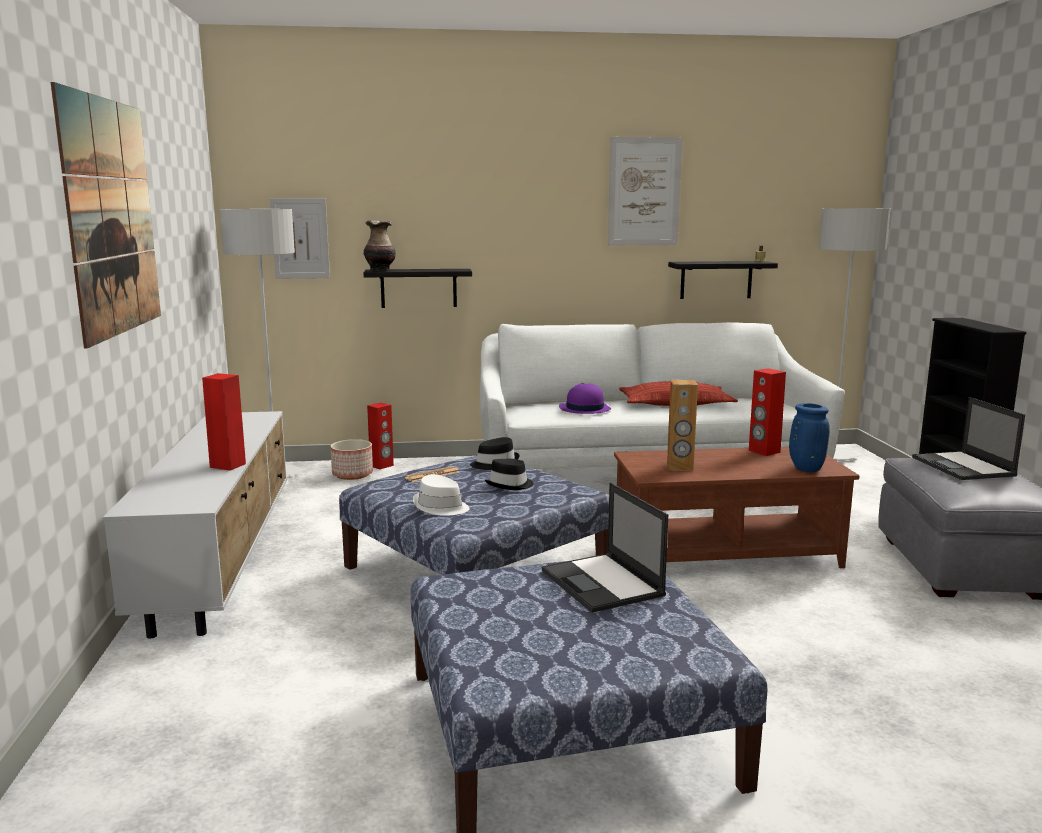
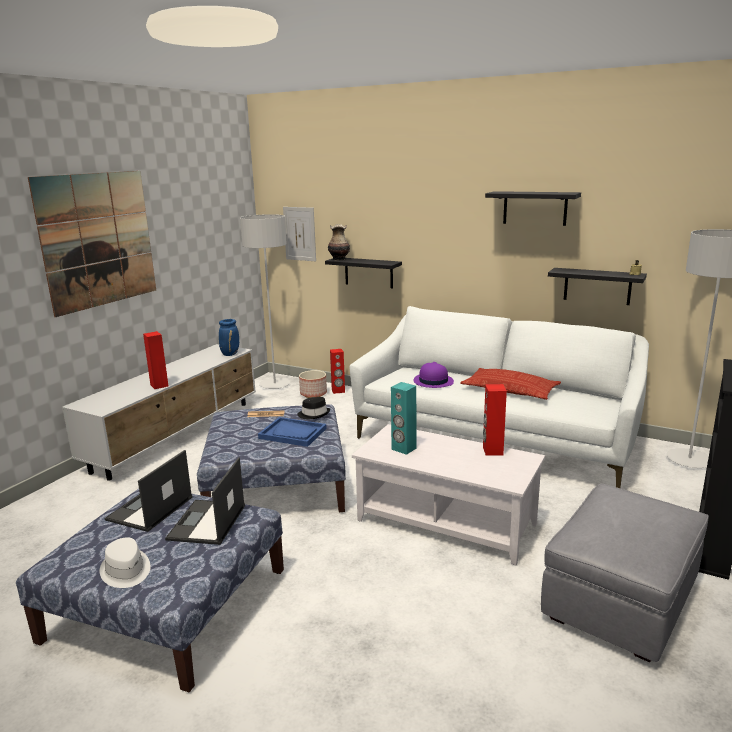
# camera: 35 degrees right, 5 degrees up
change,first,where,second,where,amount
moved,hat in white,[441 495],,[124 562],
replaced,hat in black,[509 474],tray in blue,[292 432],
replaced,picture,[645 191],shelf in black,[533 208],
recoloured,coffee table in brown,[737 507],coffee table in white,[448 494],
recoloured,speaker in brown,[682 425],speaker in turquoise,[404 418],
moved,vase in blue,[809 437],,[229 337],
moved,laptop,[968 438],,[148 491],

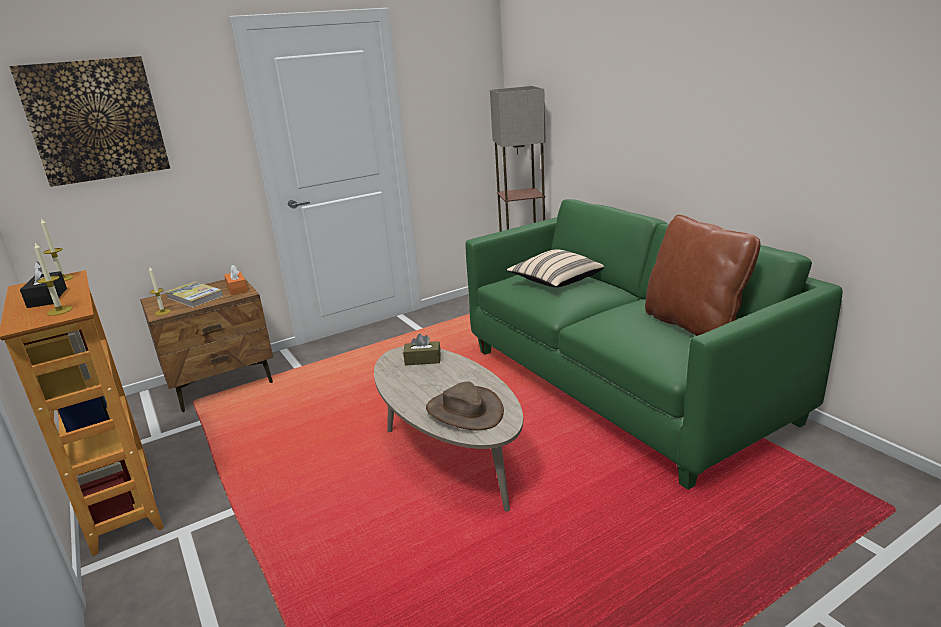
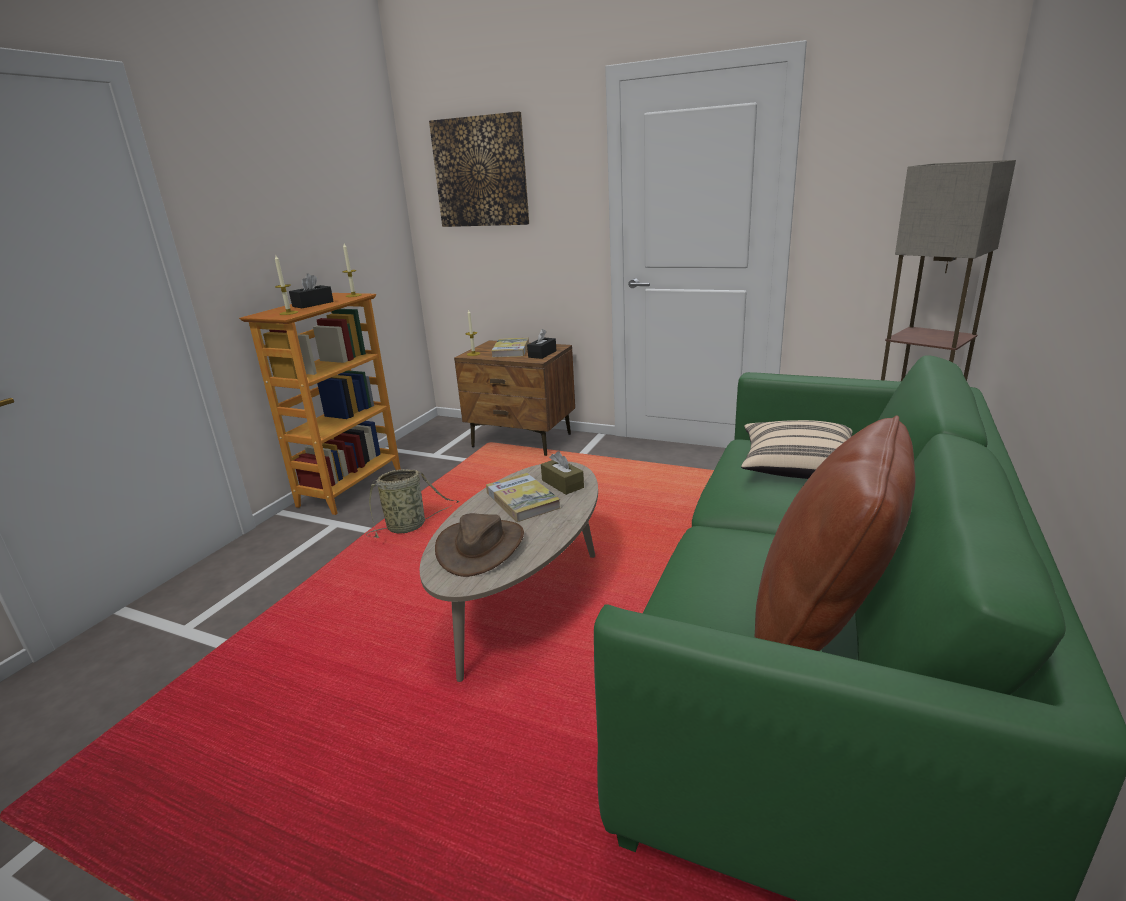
# camera: 55 degrees right, 0 degrees up
change,first,where,second,where,amount
recoloured,tissue box in orange,[236 280],tissue box in black,[541 344],
added,,,basket,[413 503],
added,,,book,[523 497],

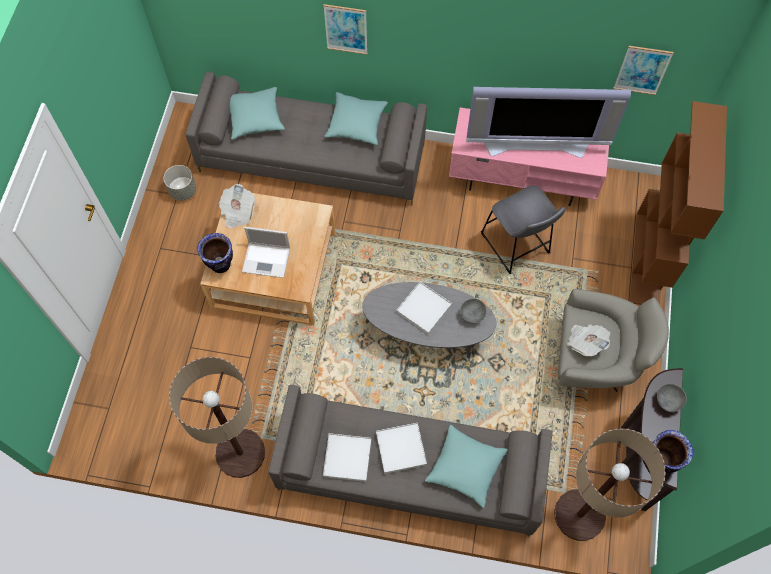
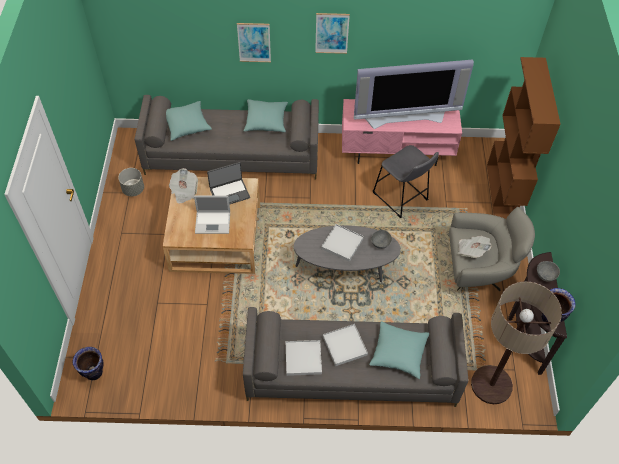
# camera: 10 degrees left, 10 degrees down
change,first,where,second,where,amount
removed,floor lamp,[217 417],,,
moved,vase,[215 253],,[88 363],
moved,picture,[644 70],,[332 33],
added,,,laptop,[228 183],

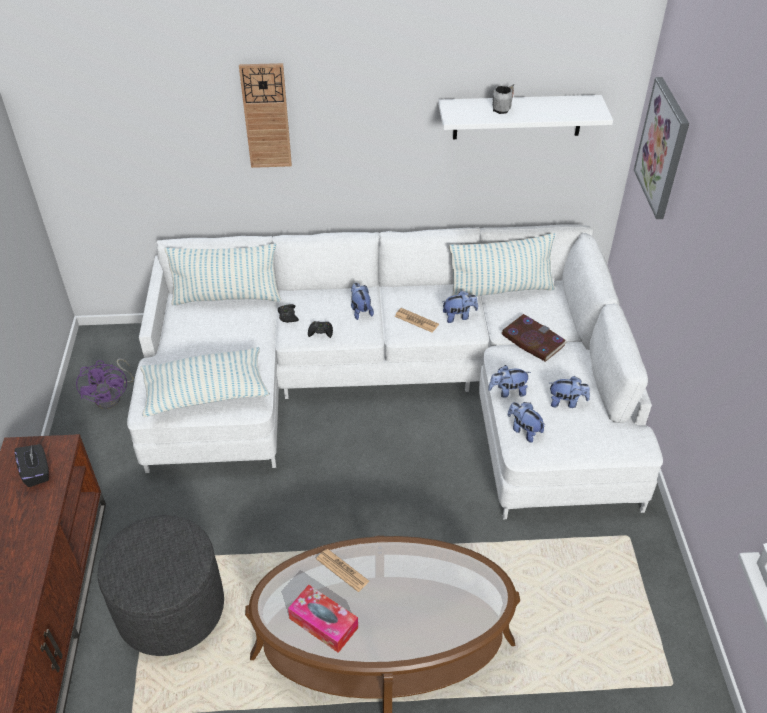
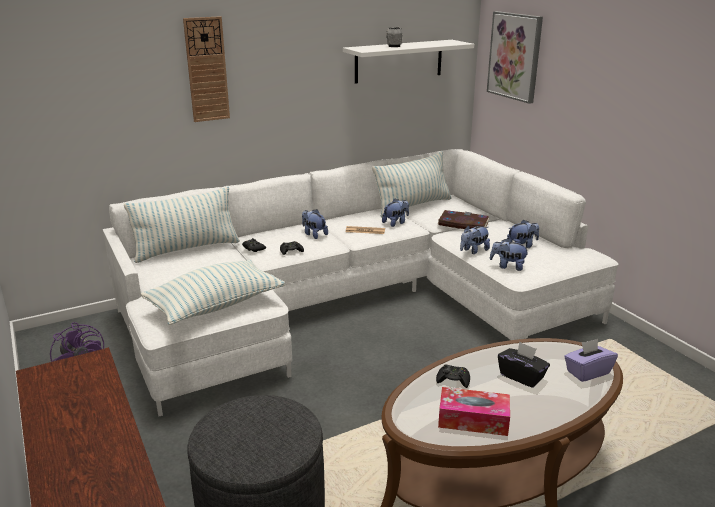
# camera: 25 degrees left, 20 degrees down
change,first,where,second,where,amount
moved,tissue box in black,[32 465],,[524 364],
replaced,newspaper,[342 570],game controller in black,[453 376],
added,,,tissue box in purple,[591 360],

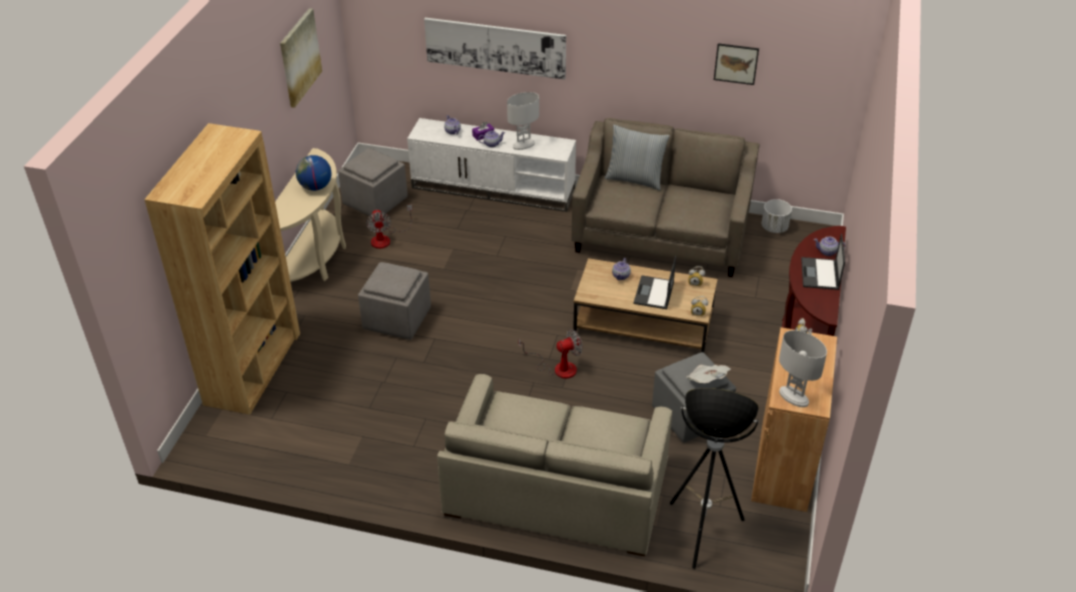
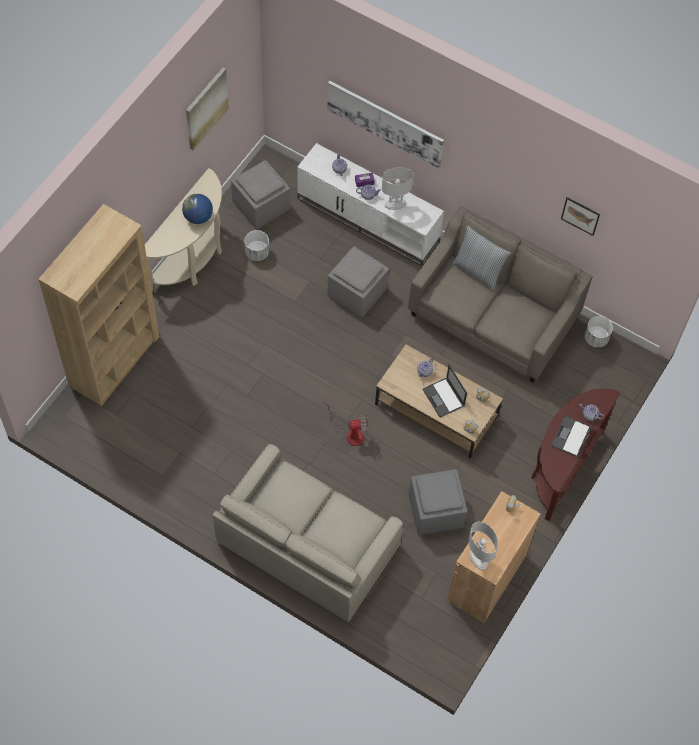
# camera: 15 degrees right, 20 degrees up
change,first,where,second,where,amount
moved,ottoman in grey,[394 301],,[358 281],
replaced,fan,[389 226],planter in white,[257 245],
turned,laptop,[654 282],,[444 391],60 degrees counterclockwise
removed,floor lamp,[714 478],,,
removed,newspaper,[709 374],,,

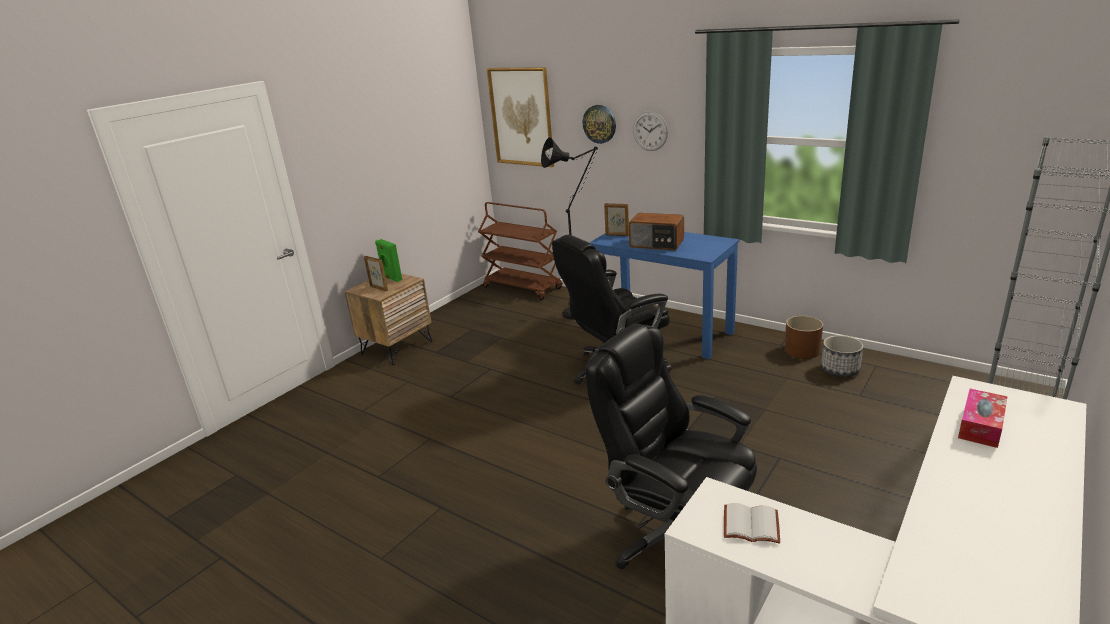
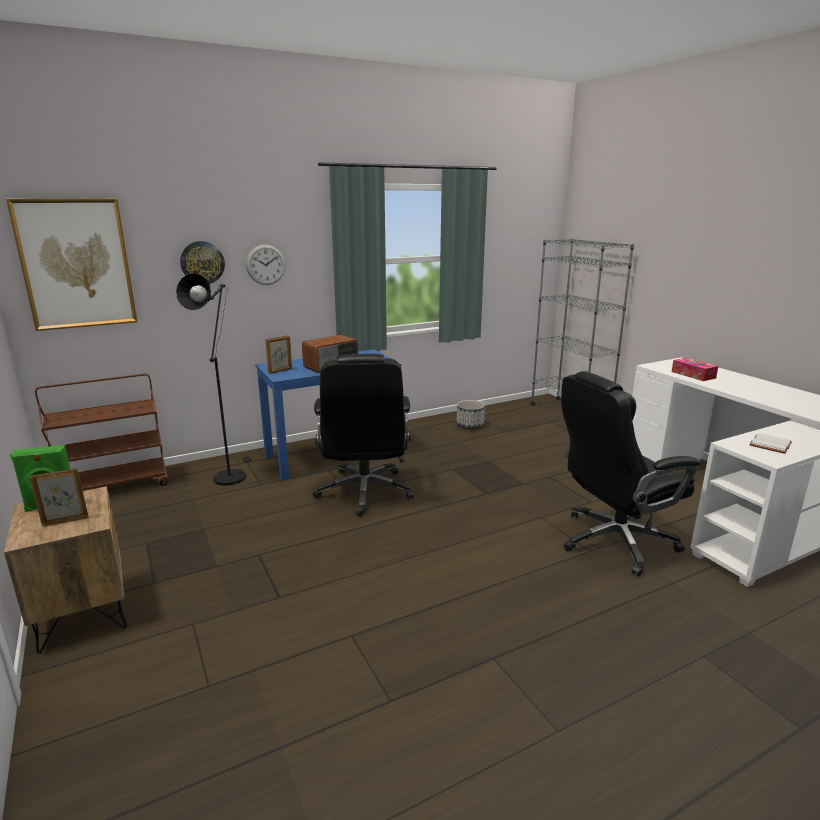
# camera: 65 degrees left, 5 degrees down
change,first,where,second,where,amount
removed,planter in brown,[804 337],,,

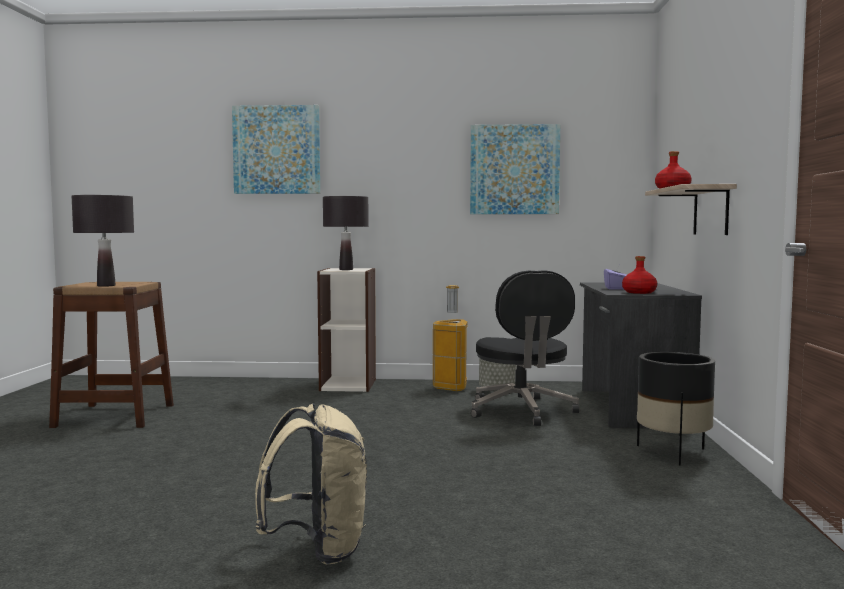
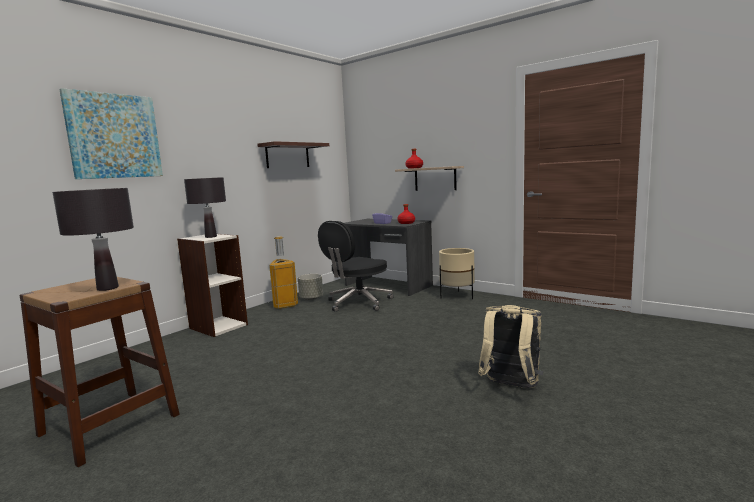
# camera: 55 degrees left, 5 degrees up
change,first,where,second,where,amount
replaced,picture,[515 169],shelf,[293 154],
turned,office chair in black,[525 348],,[355 266],105 degrees clockwise
recoloured,planter in black,[676 408],planter in beige,[457 273],

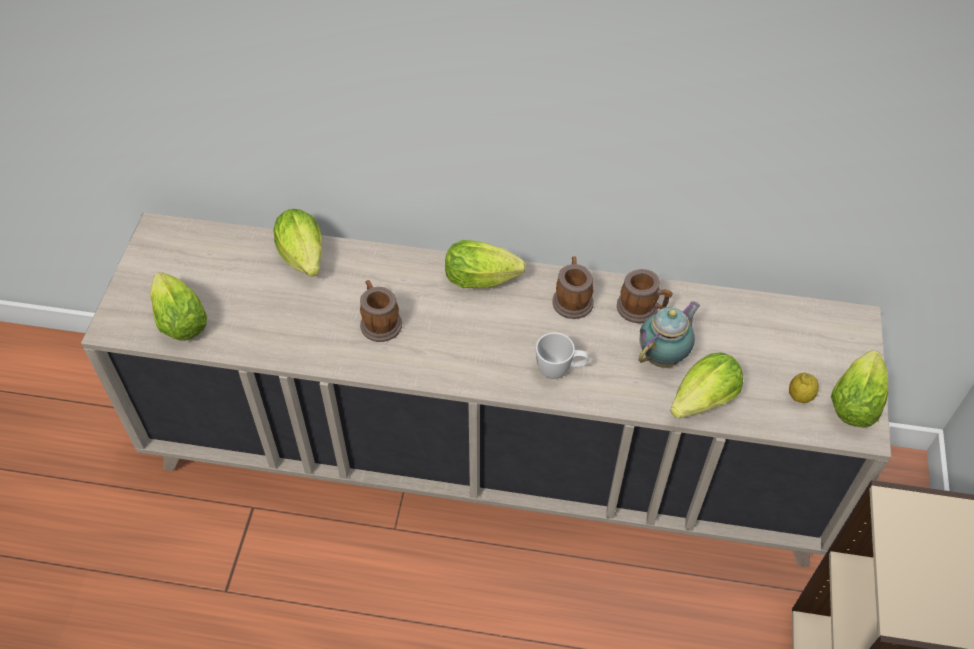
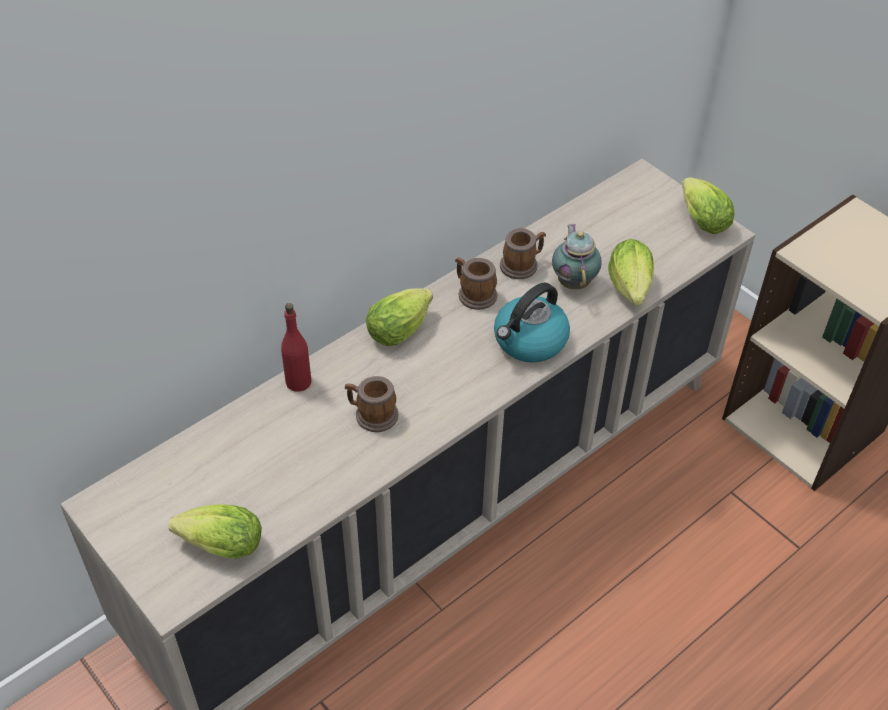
# camera: 50 degrees left, 5 degrees down
change,first,where,second,where,amount
removed,lettuce,[297 243],,,
replaced,mug in white,[562 355],kettle,[532 323],
removed,lemon,[804 387],,,
added,,,bottle in red,[296 347],

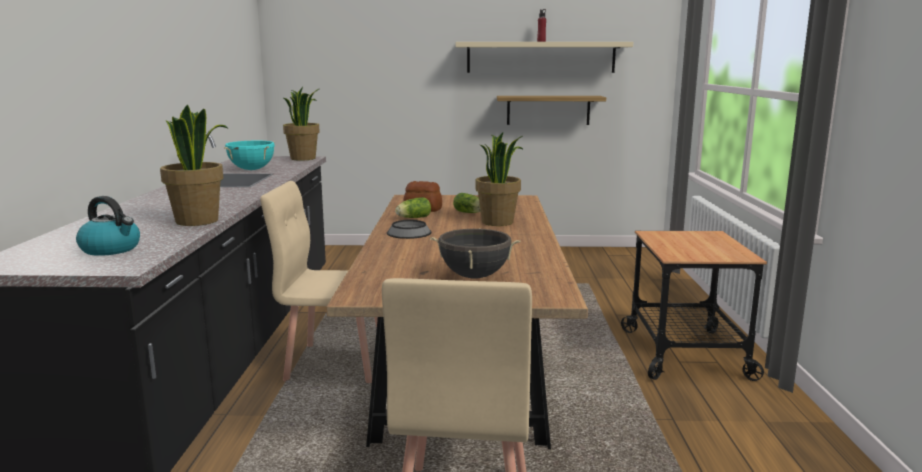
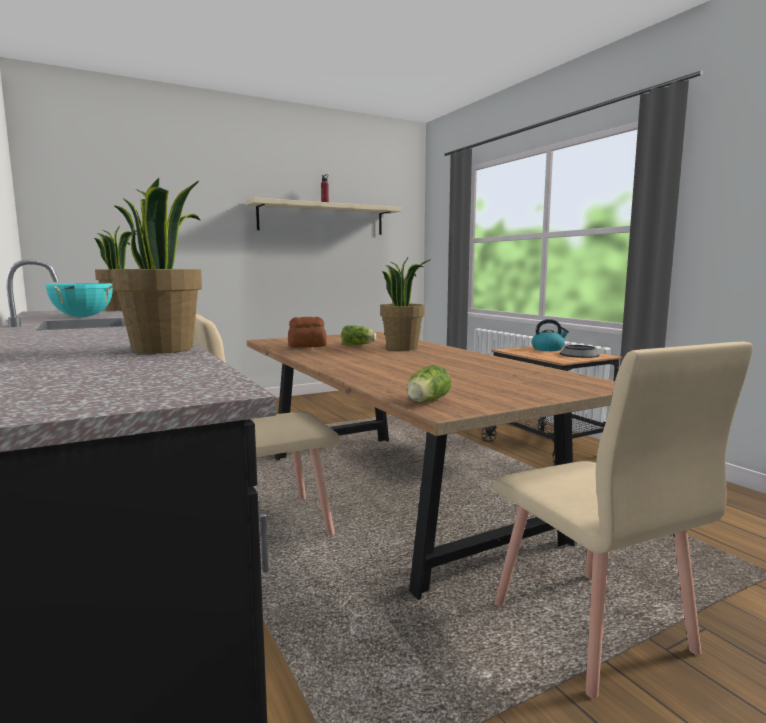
# camera: 30 degrees left, 5 degrees down
change,first,where,second,where,amount
moved,kettle,[108 226],,[550 335],
moved,bowl,[409 229],,[580 351],
moved,lettuce,[413 207],,[429 383],
removed,cooking pot in black,[475 253],,,
removed,shelf,[551 110],,,

